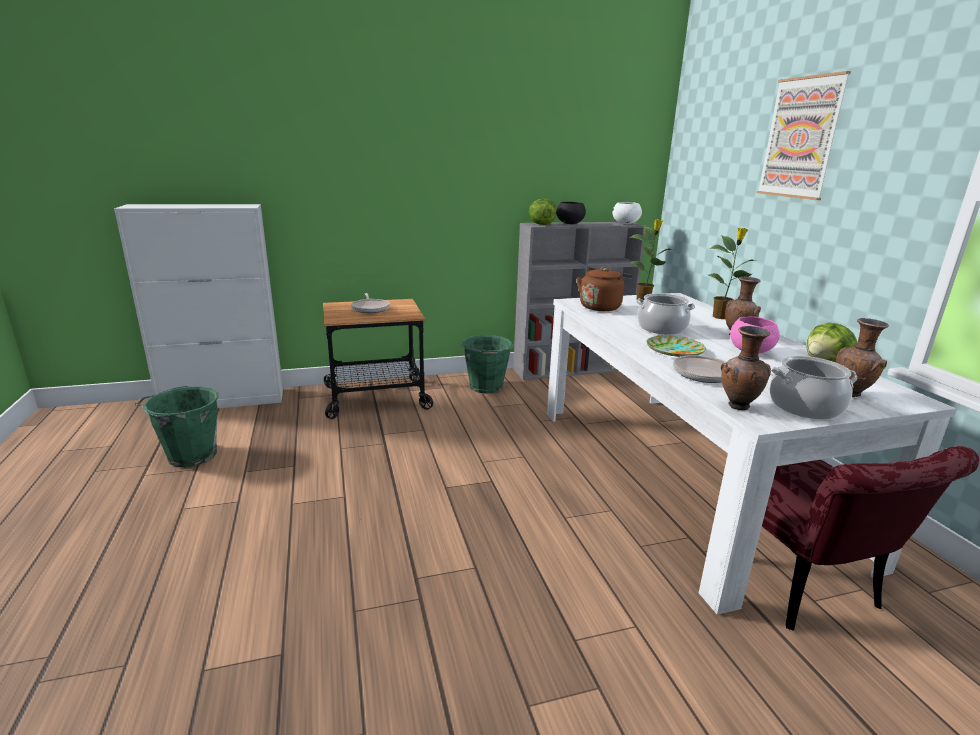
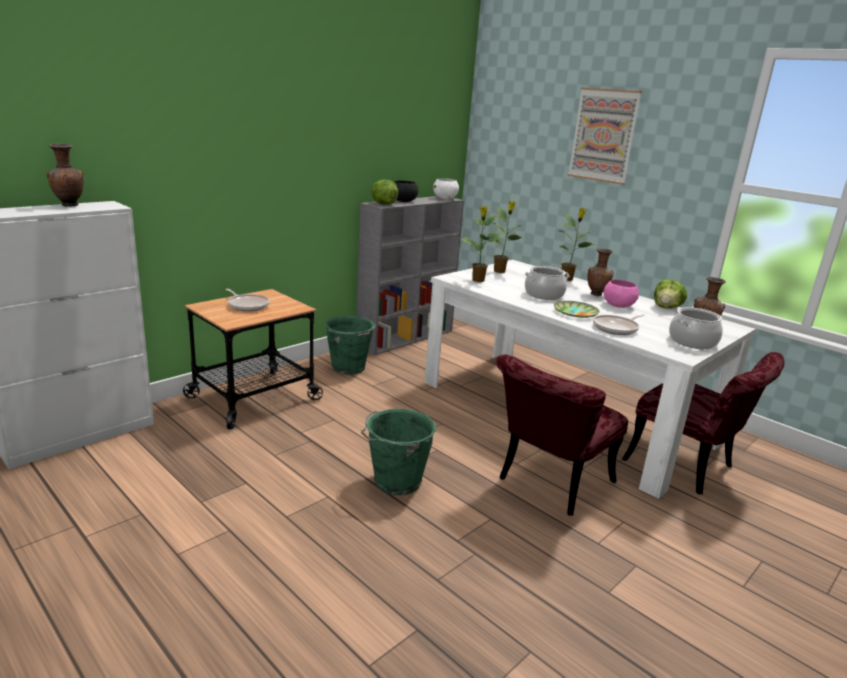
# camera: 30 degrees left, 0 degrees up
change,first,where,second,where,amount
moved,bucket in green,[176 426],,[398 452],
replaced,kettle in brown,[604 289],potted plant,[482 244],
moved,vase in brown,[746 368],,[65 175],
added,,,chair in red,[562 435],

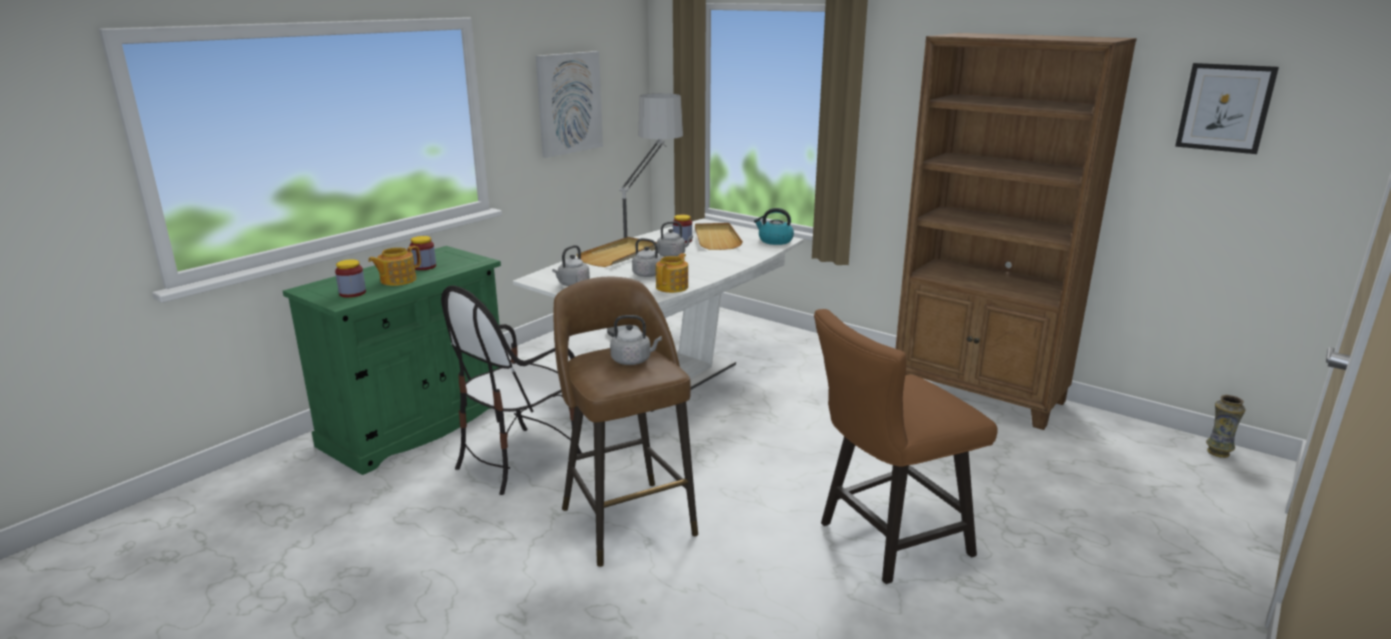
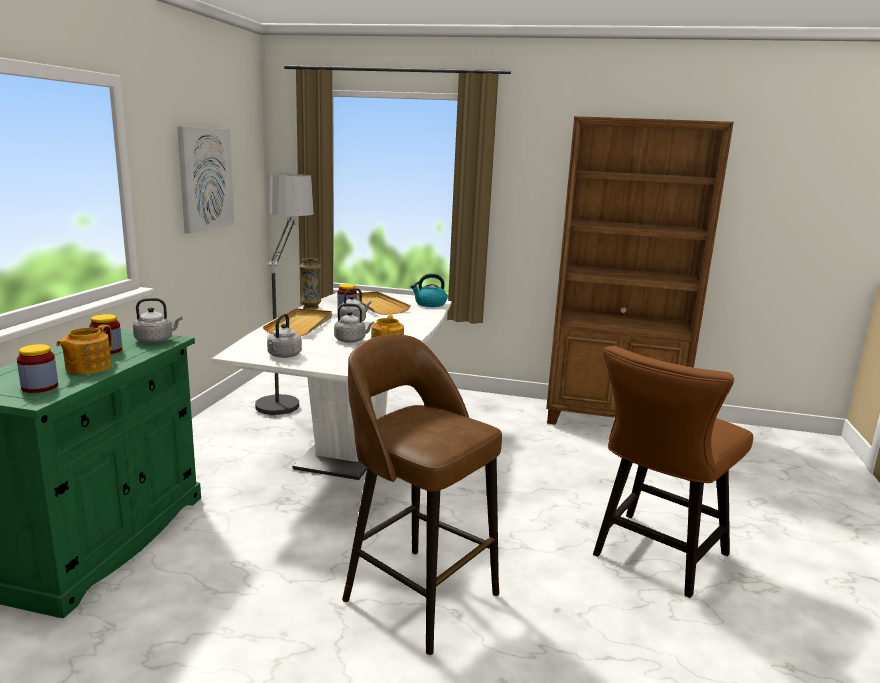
# camera: 25 degrees left, 5 degrees down
change,first,where,second,where,amount
removed,chair,[511 390],,,
moved,kettle in grey,[636 340],,[157 320],
removed,picture,[1227 108],,,
moved,vase,[1225 426],,[310 284],

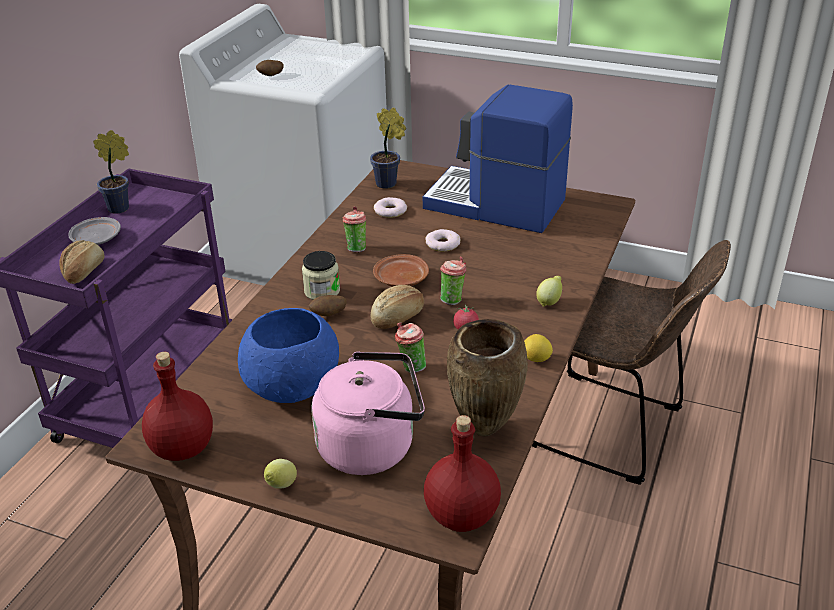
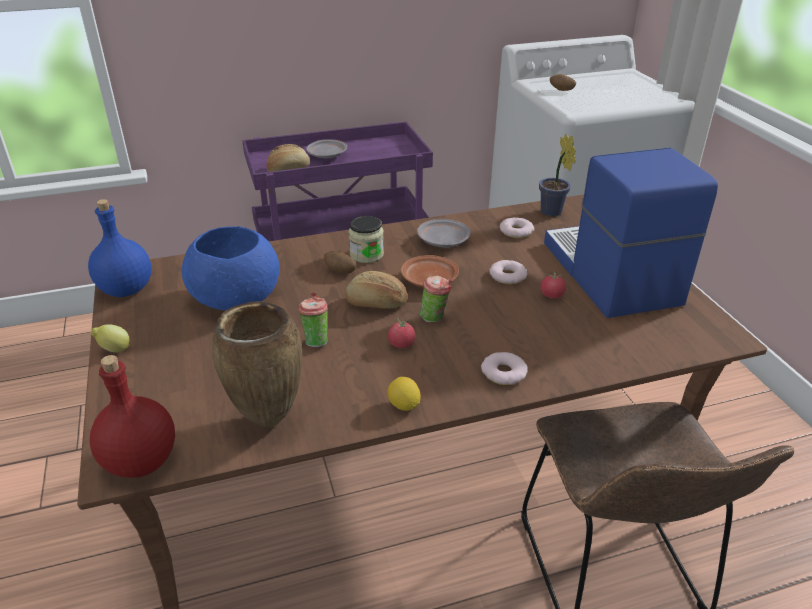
# camera: 50 degrees right, 0 degrees up
change,first,where,second,where,amount
removed,potted plant,[111 172],,,
recoloured,bottle in red,[177 406],bottle in blue,[119 248],
removed,kettle in pink,[368 413],,,
replaced,cup,[354 229],plate in grey,[444 233],
replaced,lemon,[549 291],donut,[504 368],
added,,,tomato,[553 284],

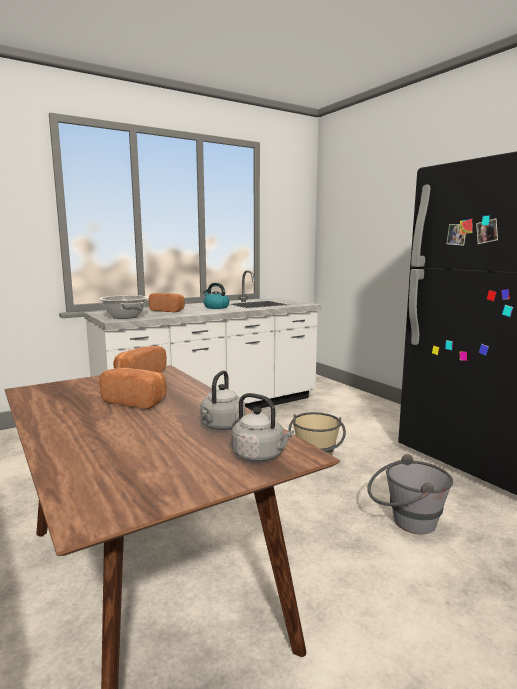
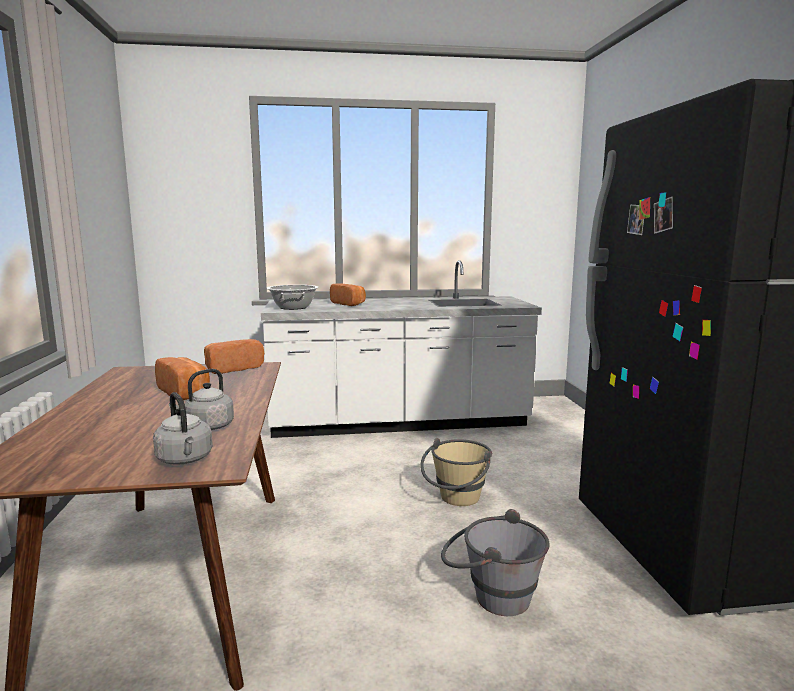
# camera: 25 degrees right, 0 degrees up
change,first,where,second,where,amount
removed,kettle,[216 296],,,

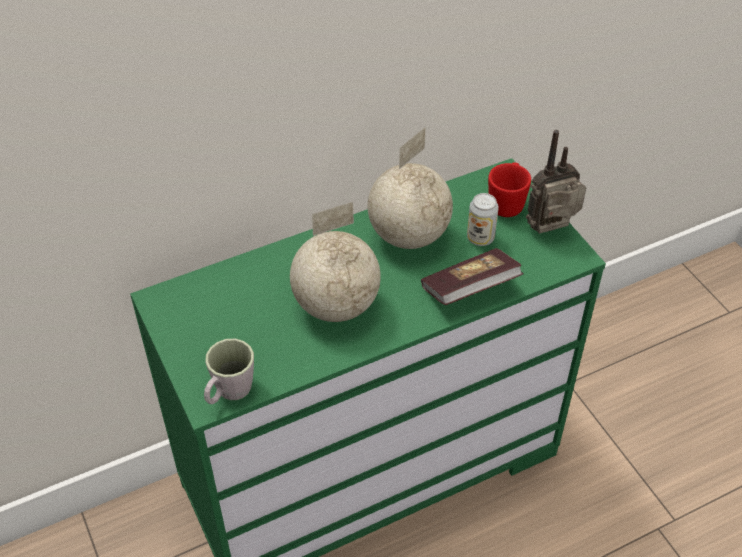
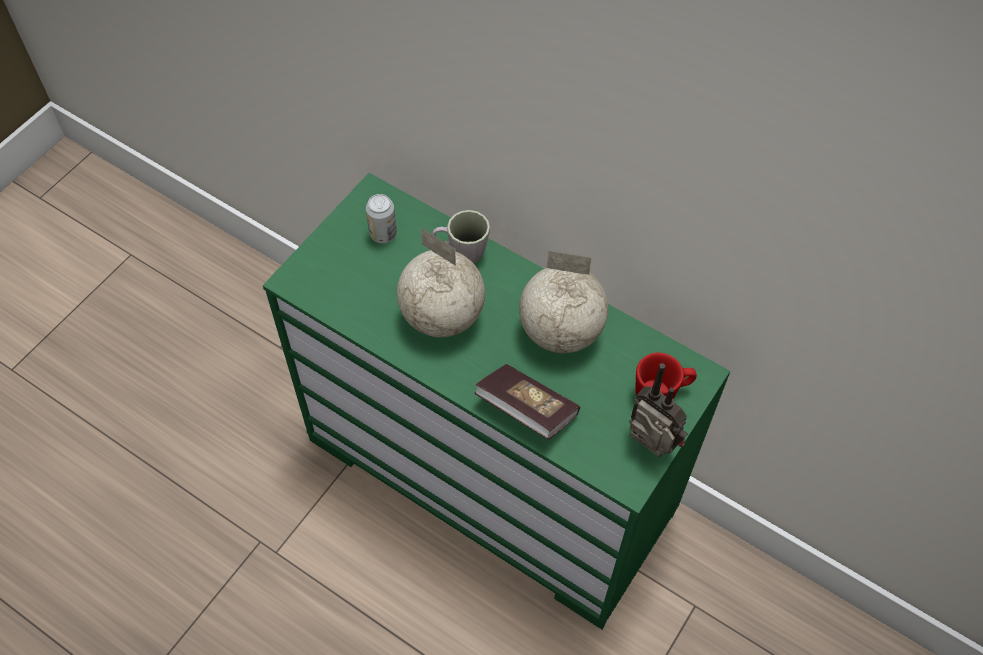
# camera: 60 degrees right, 10 degrees up
change,first,where,second,where,amount
moved,mug in grey,[229 371],,[461 236],
moved,can,[483 219],,[381 219],

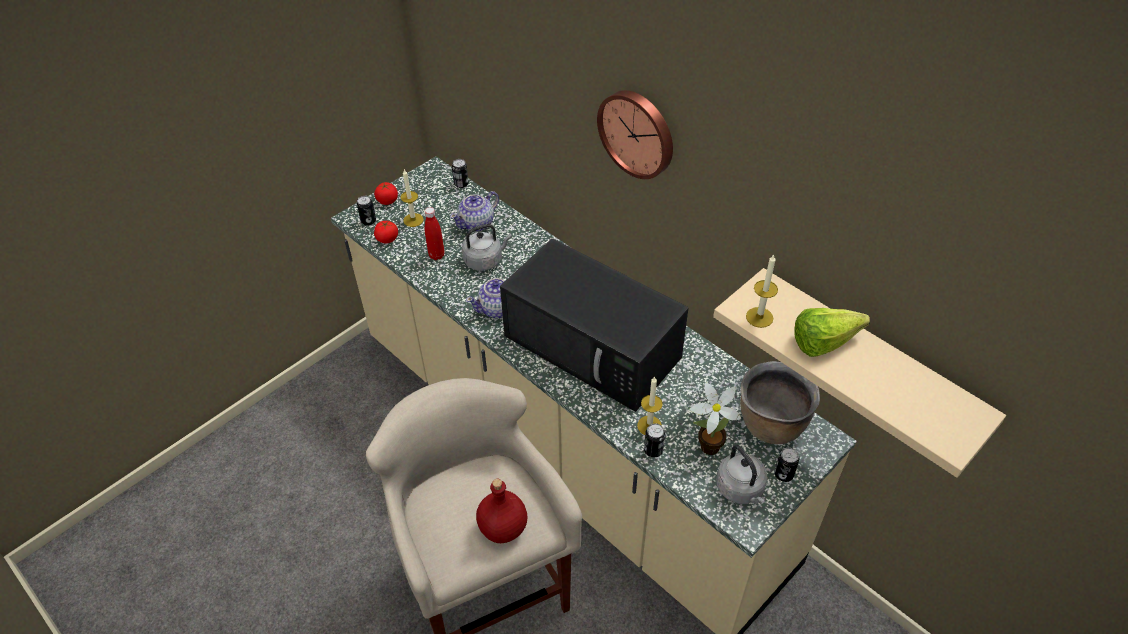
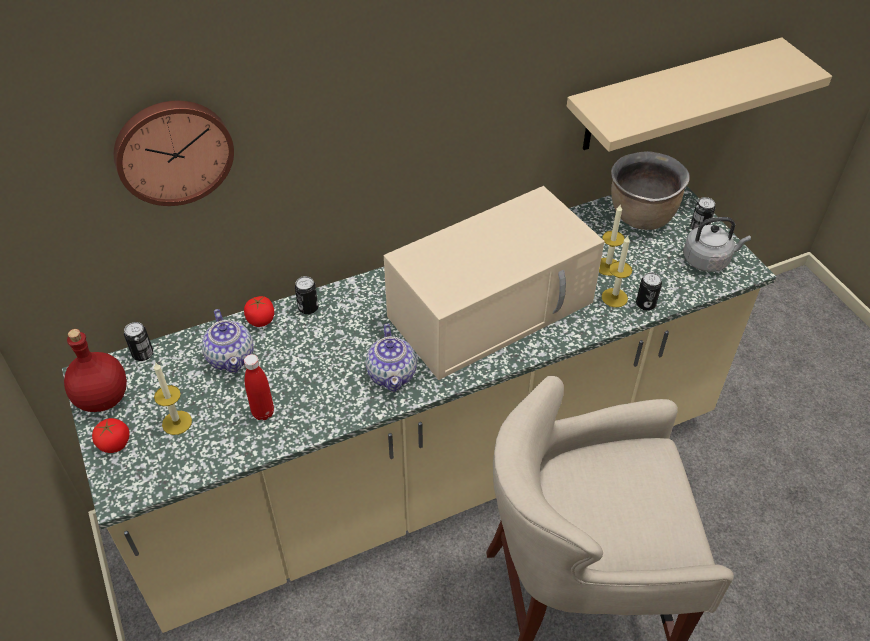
# camera: 70 degrees left, 0 degrees up
change,first,where,second,where,amount
moved,can,[366 211],,[306 295],
moved,tomato,[386 232],,[259 311],
removed,kettle in grey,[487 247],,,
moved,bottle in red,[502 511],,[95 370],
recoloured,microwave in black,[594 325],microwave in beige,[494 283],
moved,wall clock,[635 134],,[174 153],
removed,potted plant,[715 418],,,
moved,candle,[762 291],,[612 240],
removed,lettuce,[832 332],,,

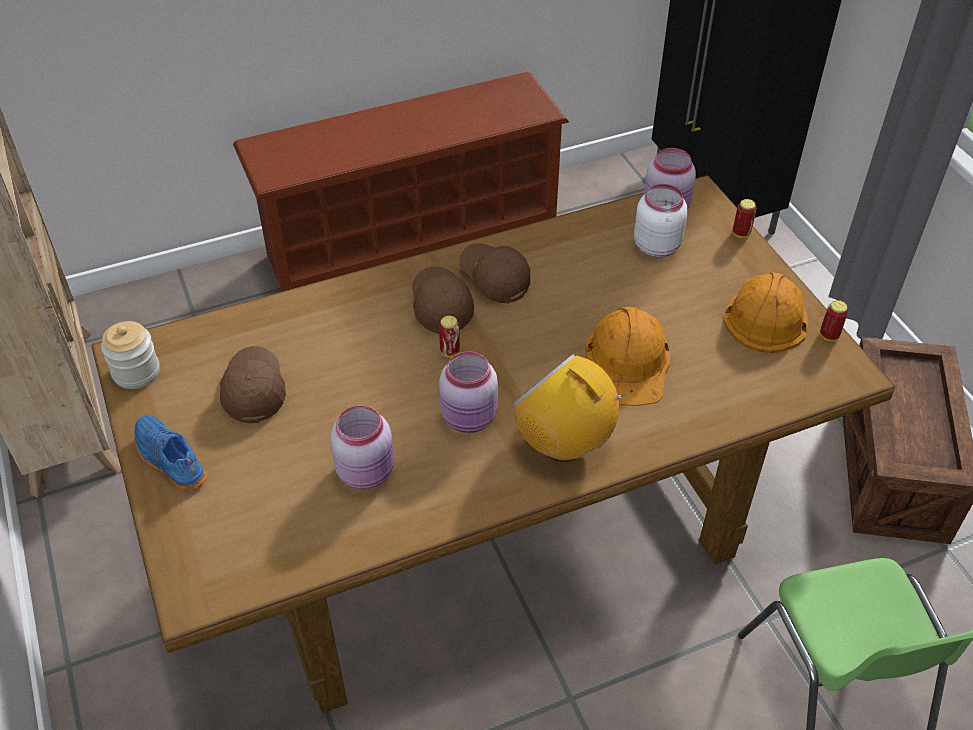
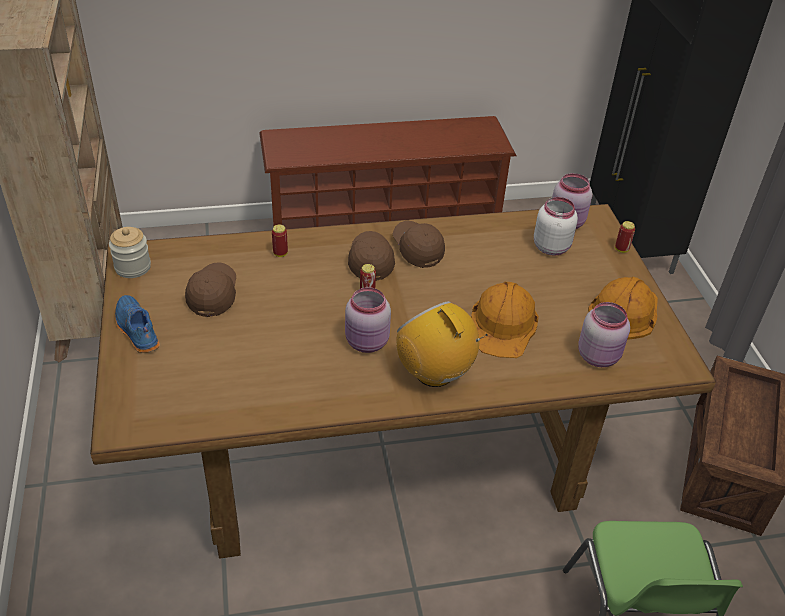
# camera: 10 degrees right, 5 degrees down
change,first,where,second,where,amount
moved,jar in pink,[362 447],,[604 334],
moved,can,[834 320],,[280 241],

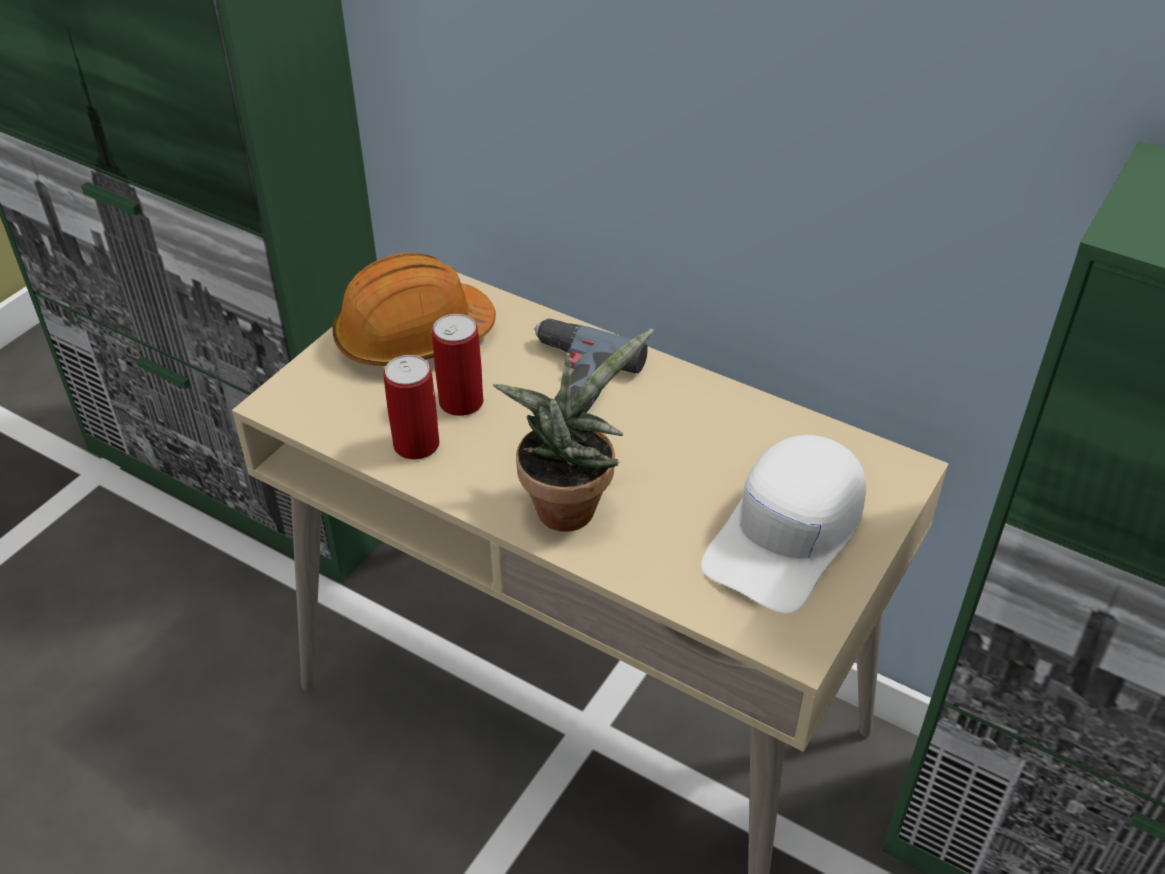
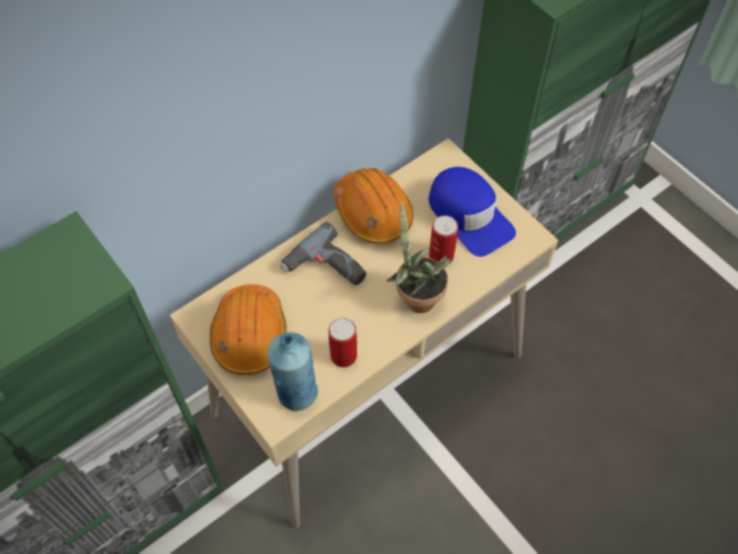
# camera: 70 degrees left, 15 degrees up
change,first,where,second,where,amount
moved,can,[458 365],,[443 240],
recoloured,cap in white,[783 524],cap in blue,[472 212],
added,,,bottle in blue,[292 371],
added,,,hard hat in orange,[373 206],

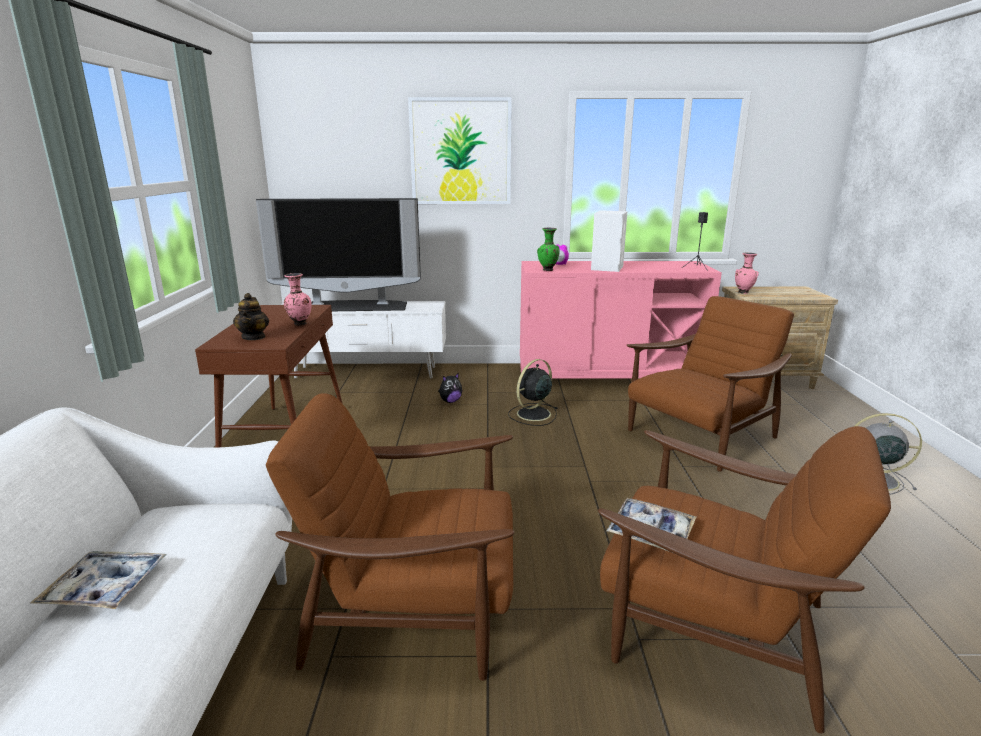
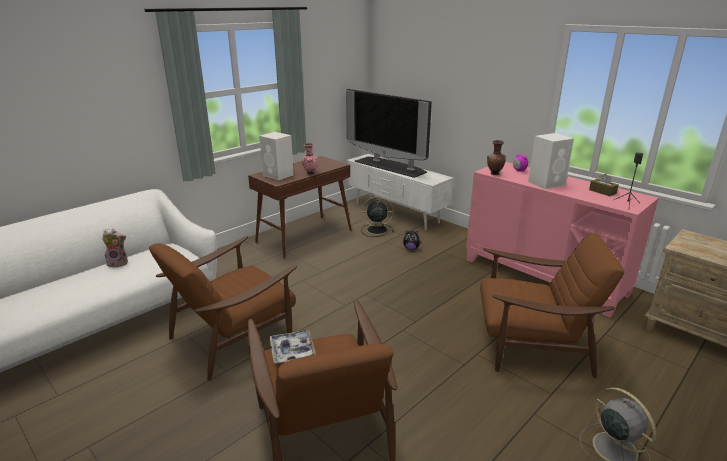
# camera: 45 degrees right, 5 degrees up
change,first,where,second,where,amount
replaced,tray,[98 580],plush toy,[115 248],
replaced,teapot,[251 316],speaker in white,[276 156],
turned,armchair in brown,[390 537],,[223 308],90 degrees counterclockwise
removed,picture,[460 150],,,
moved,fan in black,[532 392],,[377 216],
recoloured,vase in green,[548 249],vase in brown,[496 157],
removed,vase in pink,[747 273],,,
added,,,tissue box in brown,[604 185],

